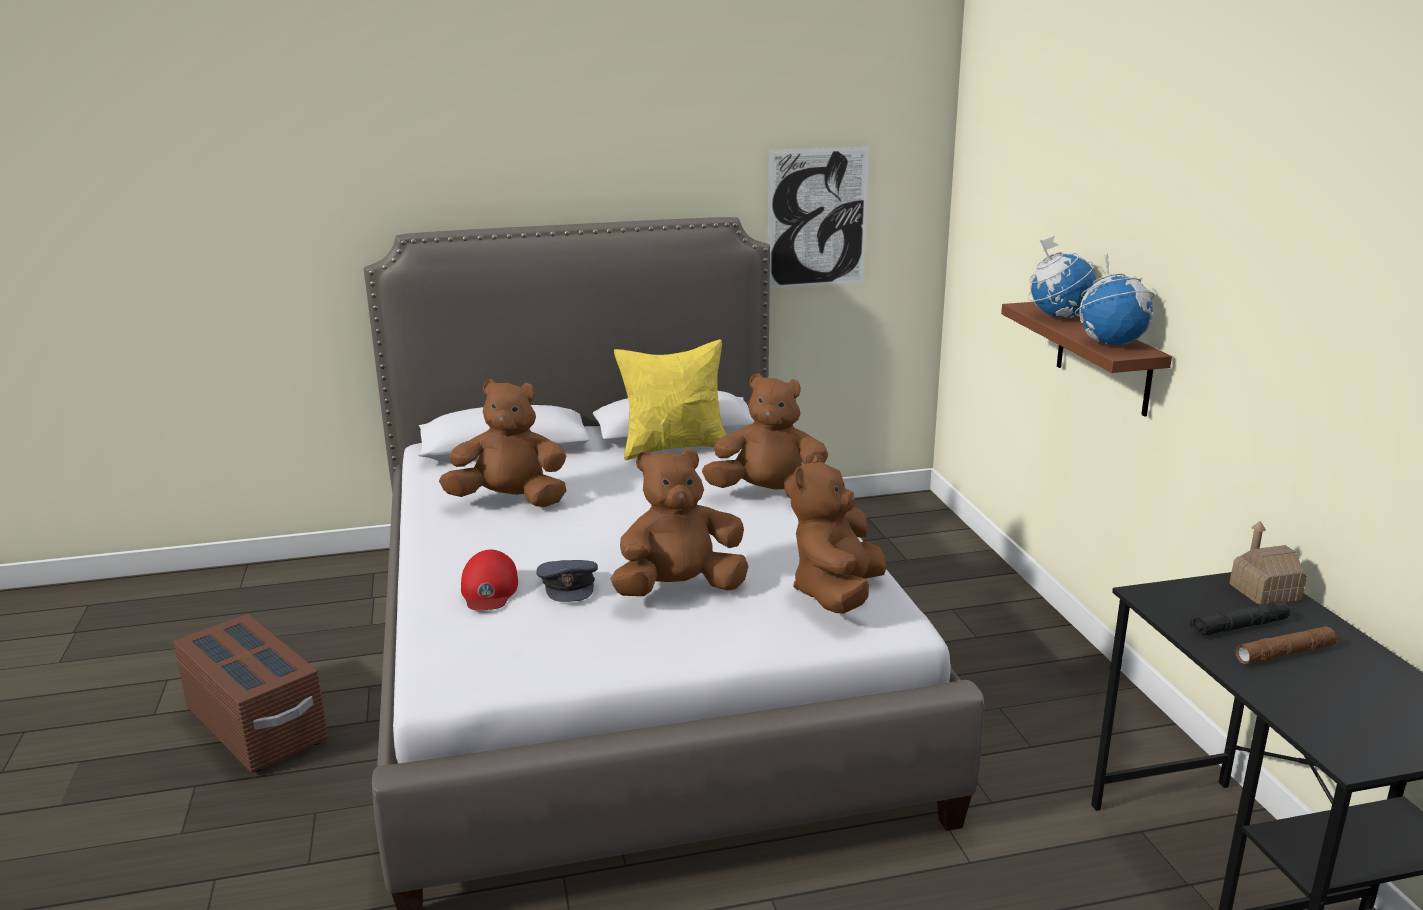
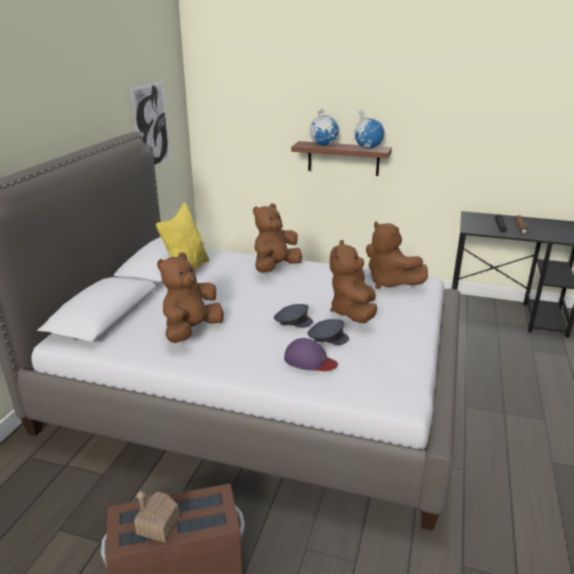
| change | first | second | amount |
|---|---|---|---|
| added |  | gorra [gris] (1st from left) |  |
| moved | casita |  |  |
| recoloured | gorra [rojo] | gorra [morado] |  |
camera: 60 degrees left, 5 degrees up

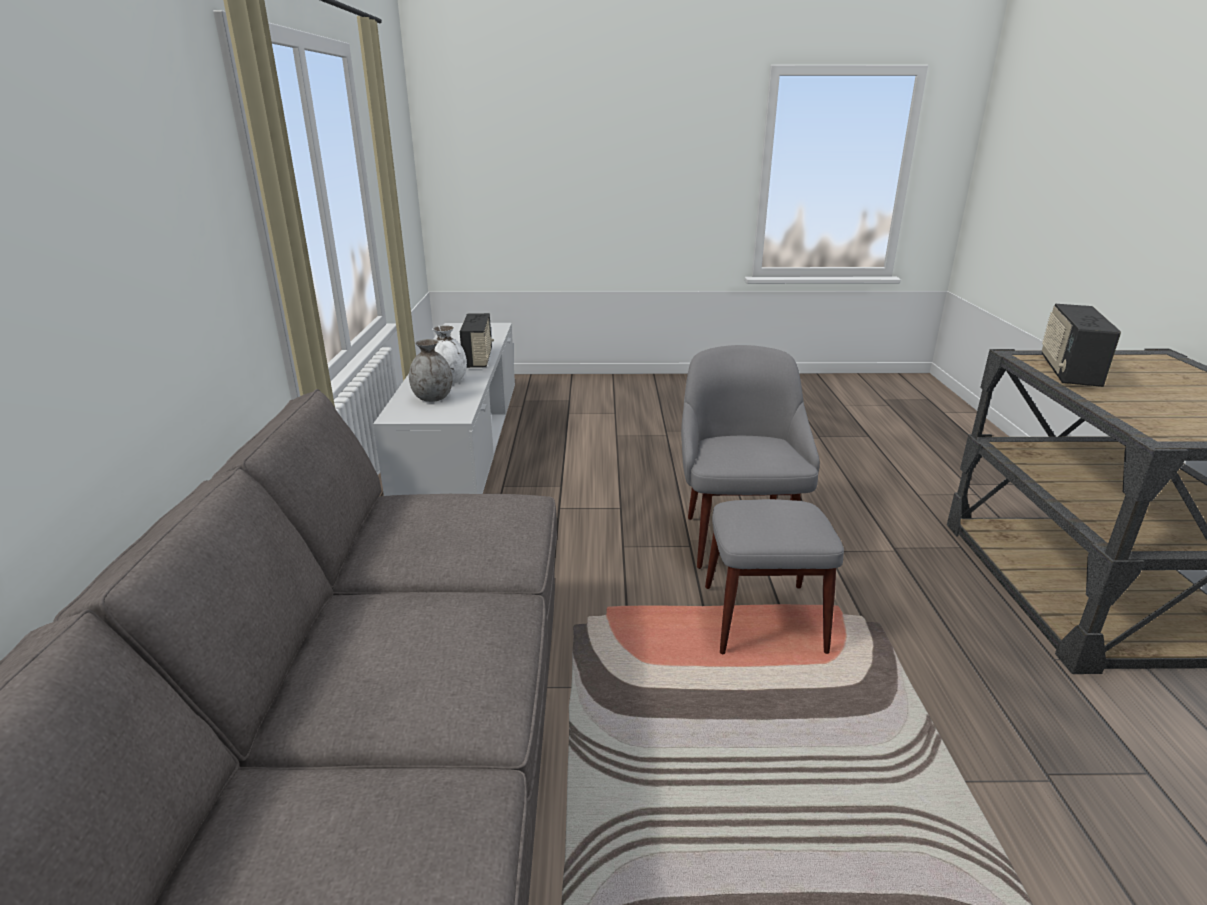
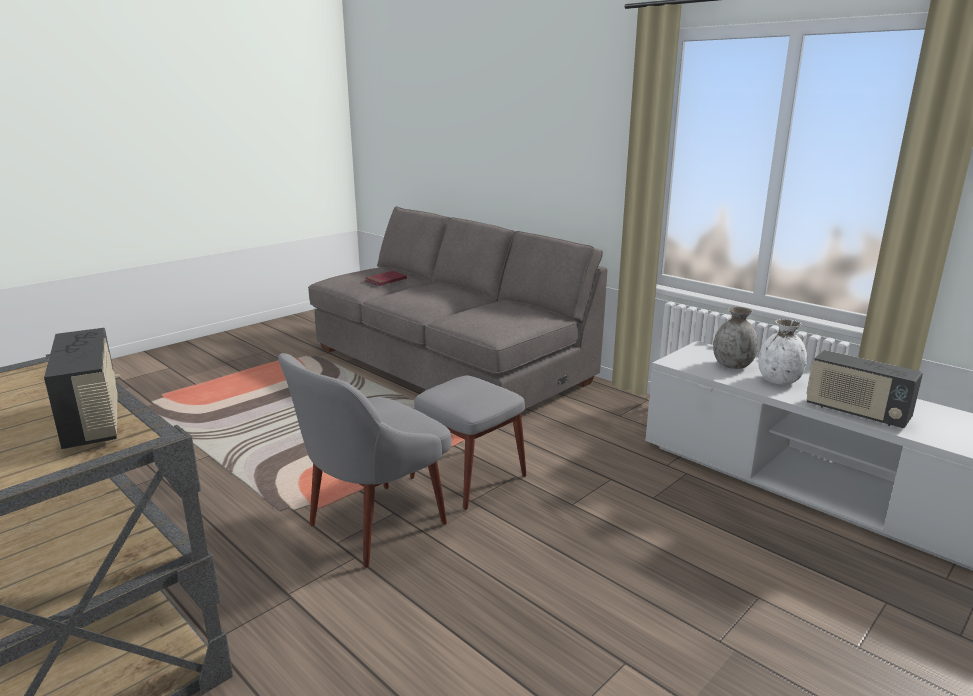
| change | first | second | amount |
|---|---|---|---|
| added |  | libro [rojo] |  |
| turned | sillón [gris] |  | 90 degrees clockwise |
camera: 135 degrees right, 5 degrees down

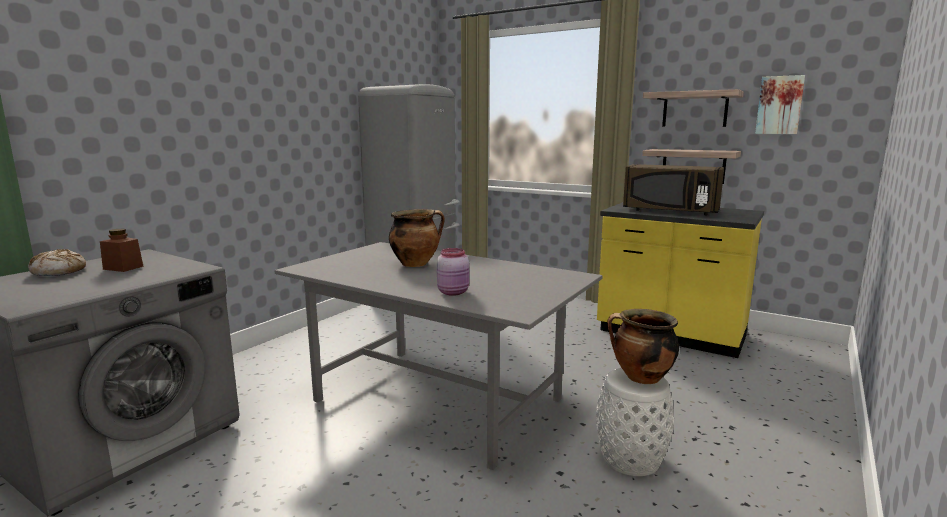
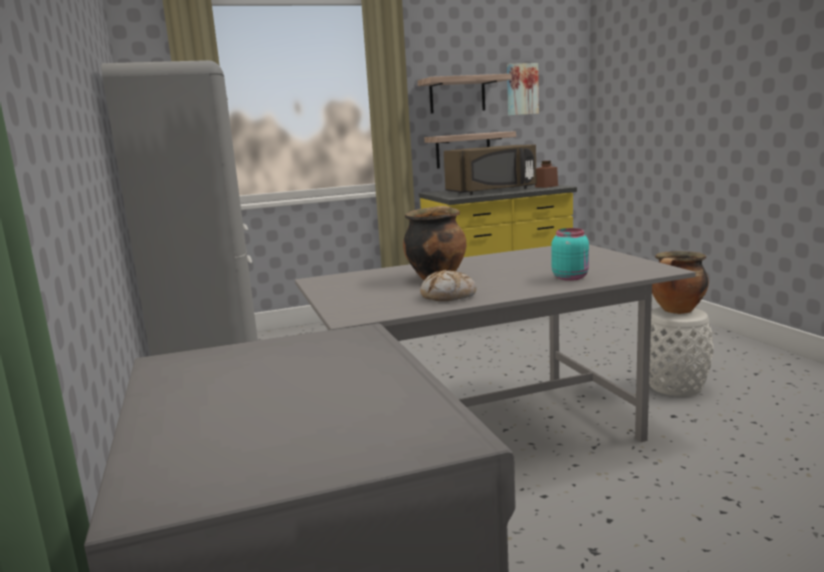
| change | first | second | amount |
|---|---|---|---|
| moved | pan |  |  |
| moved | tarro [marrón] |  |  |
| recoloured | tarro [rosa] | tarro [turquesa] |  |
camera: 50 degrees left, 0 degrees up

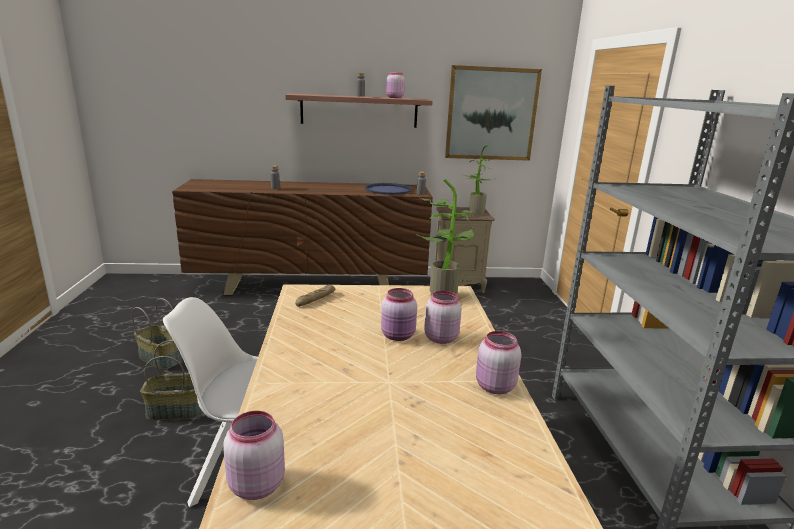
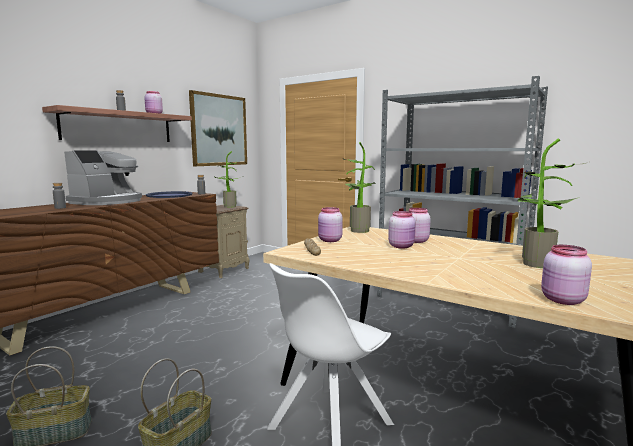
| change | first | second | amount |
|---|---|---|---|
| added |  | cafetera |  |
| added |  | planta en maceta (3rd from left) |  |
| moved | tarro [rosa] (5th from left in the first image) | tarro [rosa] (2nd from left) |  |
camera: 50 degrees left, 10 degrees down

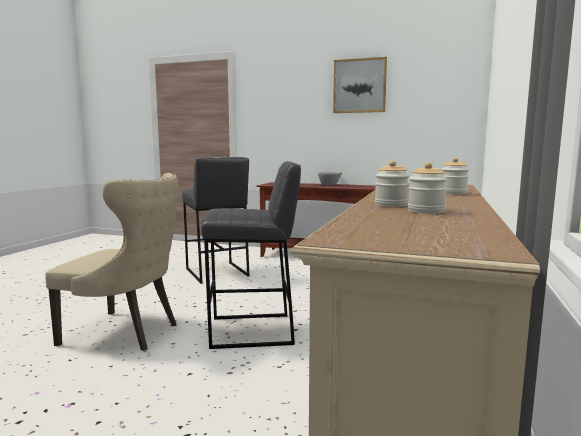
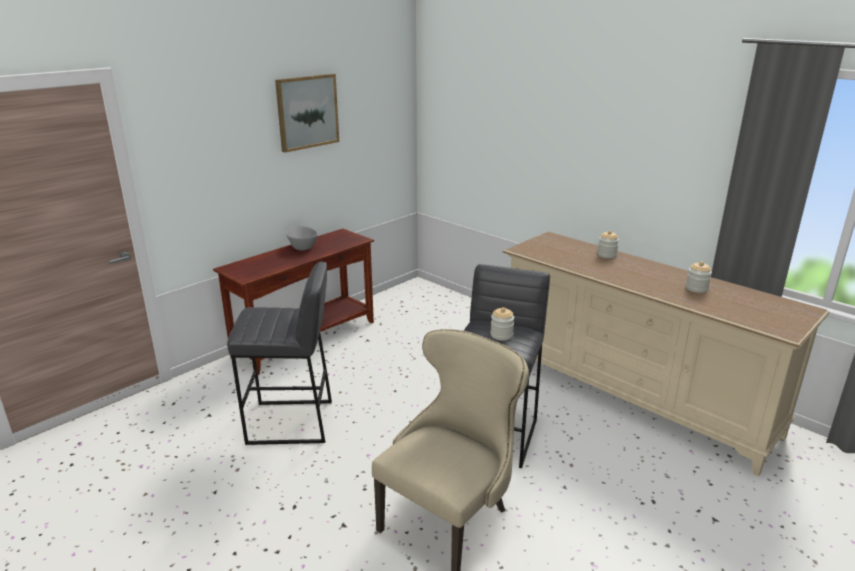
| change | first | second | amount |
|---|---|---|---|
| moved | tarro (1st from left) |  |  |
camera: 65 degrees left, 15 degrees up

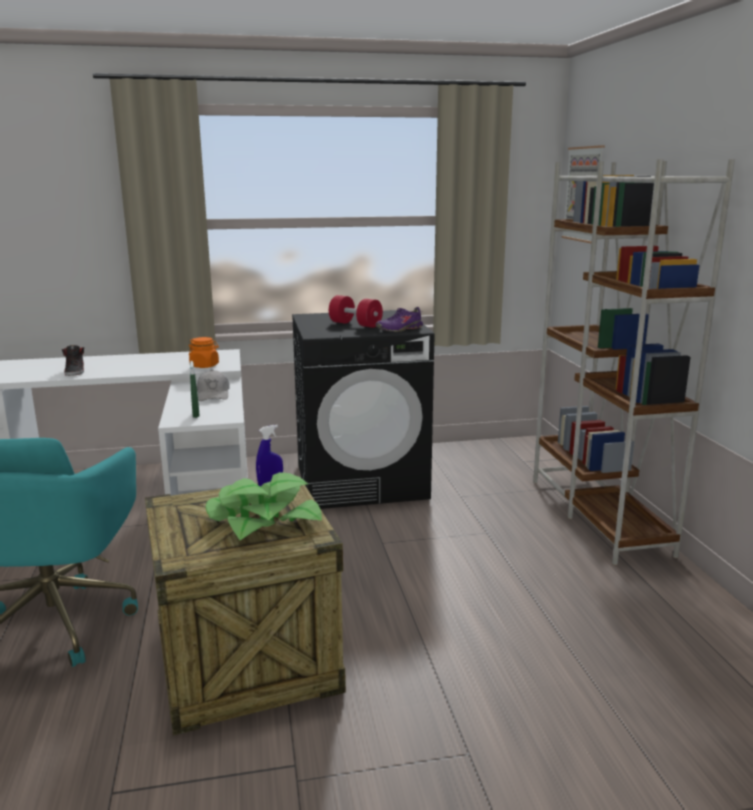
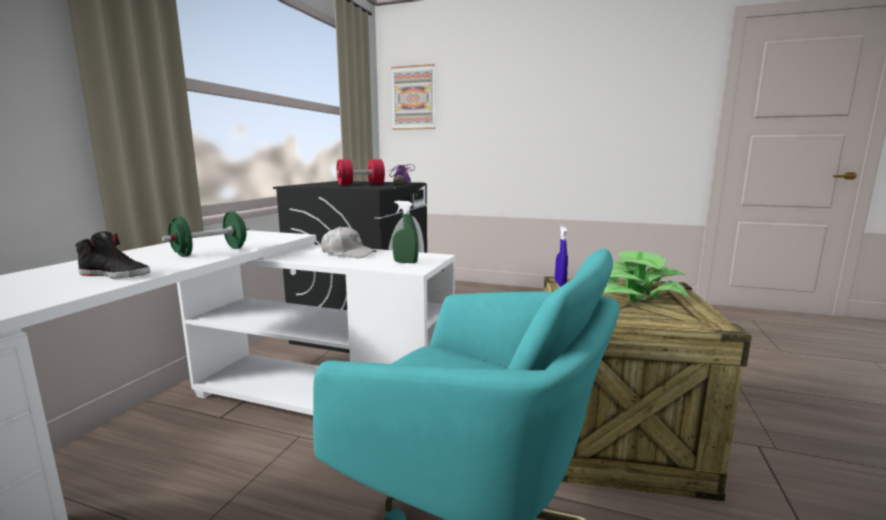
| change | first | second | amount |
|---|---|---|---|
| removed | tarro [naranja] |  |  |
| removed | estantería [marrón] |  |  |
| added |  | mancuerna [verde] |  |
camera: 60 degrees left, 5 degrees down

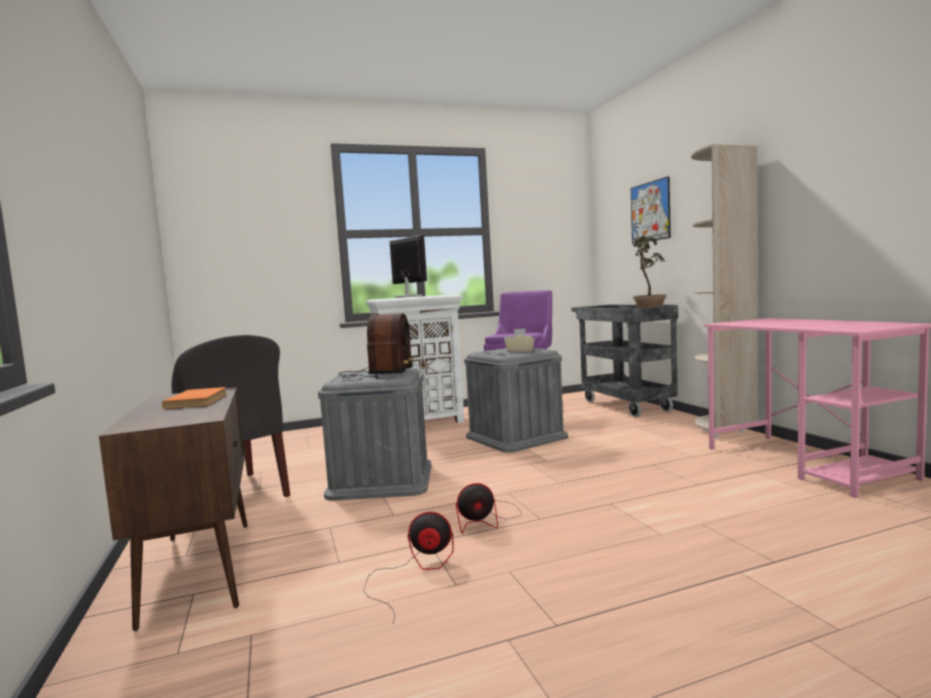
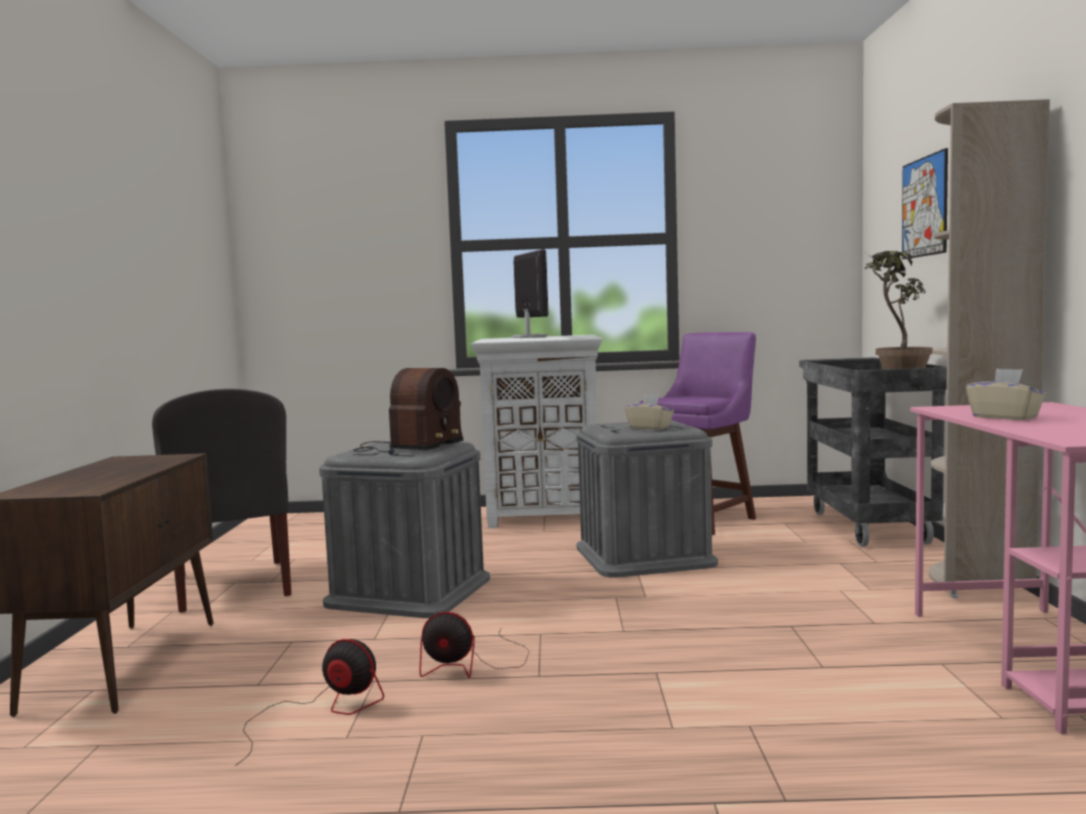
| change | first | second | amount |
|---|---|---|---|
| removed | libro [naranja] |  |  |
| added |  | caja de pañuelos [beis] (2nd from left) |  |
camera: 20 degrees right, 0 degrees up

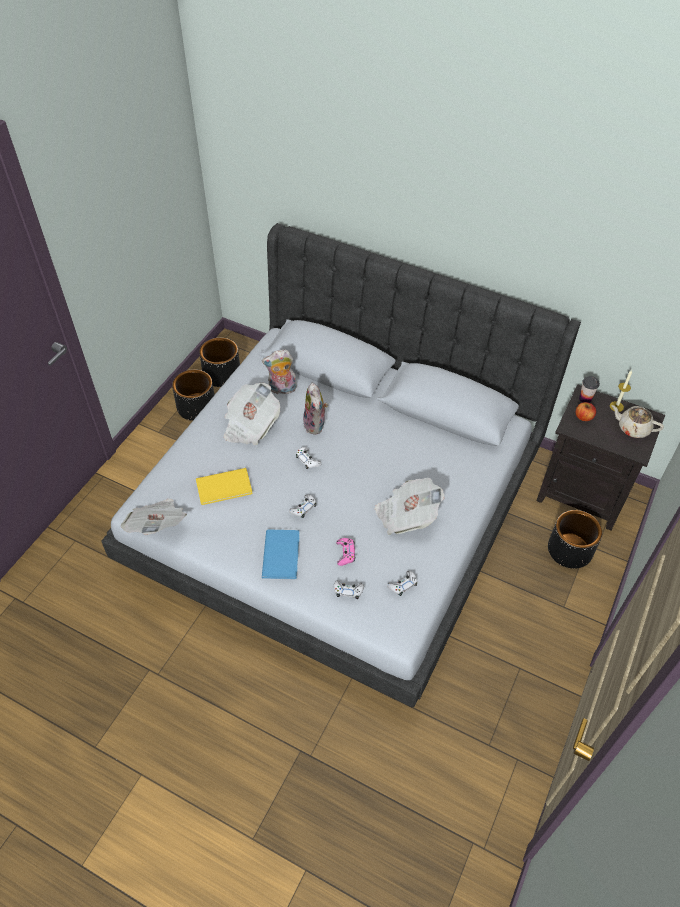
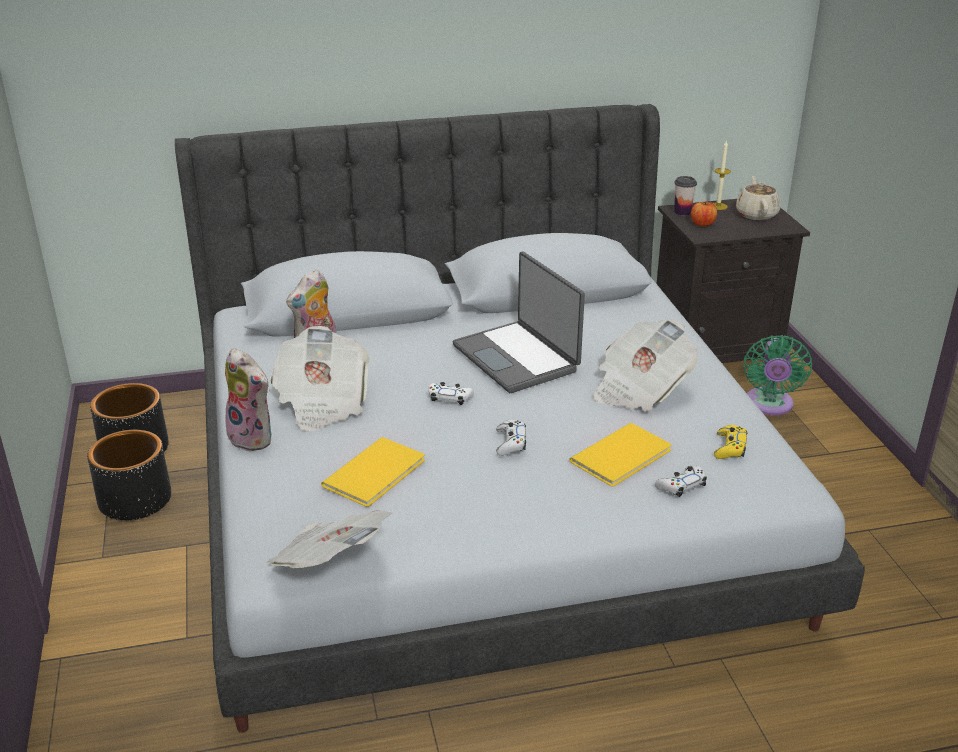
| change | first | second | amount |
|---|---|---|---|
| removed | libro [azul] |  |  |
| added |  | portátil |  |
| moved | peluche (2nd from left in the first image) | peluche (1st from left) |  |
| replaced | mando de consola [rosa] | libro [amarillo] (2nd from left) |  |
| replaced | maceta [negro] (3rd from left) | ventilador [verde] |  |
| recoloured | mando de consola [blanco] (4th from left) | mando de consola [amarillo] |  |
| turned | tetera [beis] |  | 105 degrees clockwise |
camera: 40 degrees left, 20 degrees down

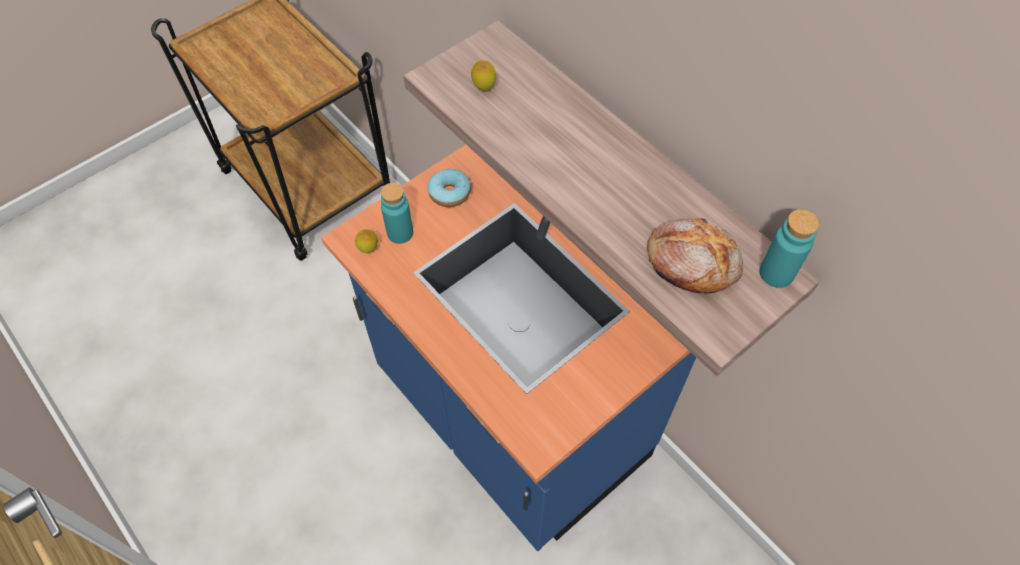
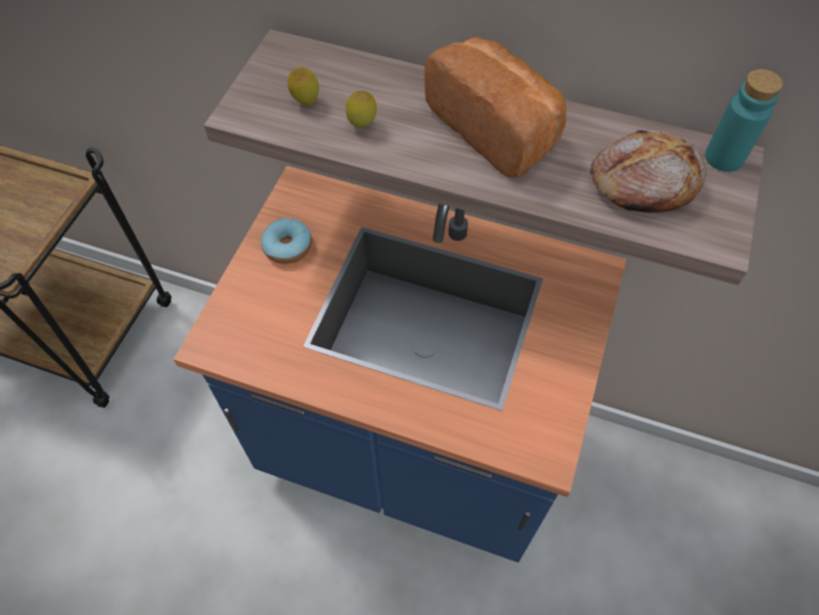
| change | first | second | amount |
|---|---|---|---|
| removed | botella [turquesa] (1st from left) |  |  |
| added |  | pan (1st from left) |  |
| moved | limón (1st from left in the first image) | limón (2nd from left) |  |
camera: 30 degrees left, 0 degrees up

